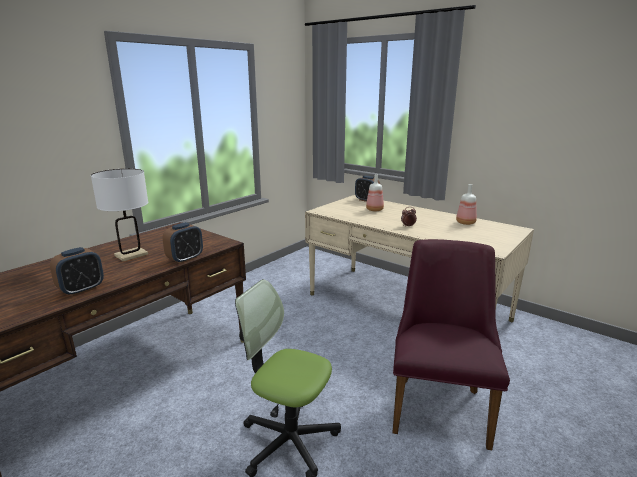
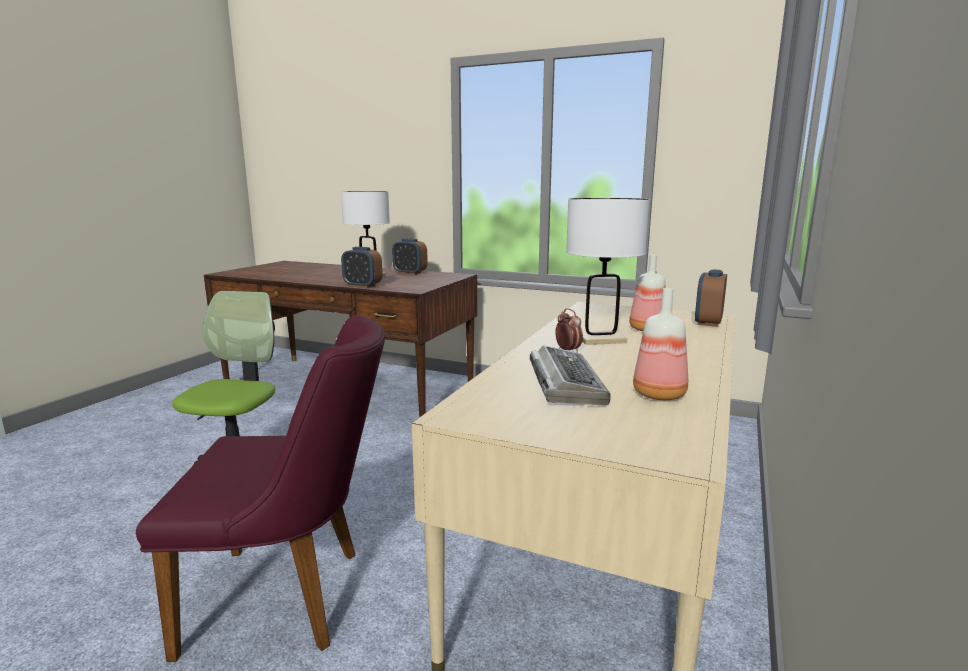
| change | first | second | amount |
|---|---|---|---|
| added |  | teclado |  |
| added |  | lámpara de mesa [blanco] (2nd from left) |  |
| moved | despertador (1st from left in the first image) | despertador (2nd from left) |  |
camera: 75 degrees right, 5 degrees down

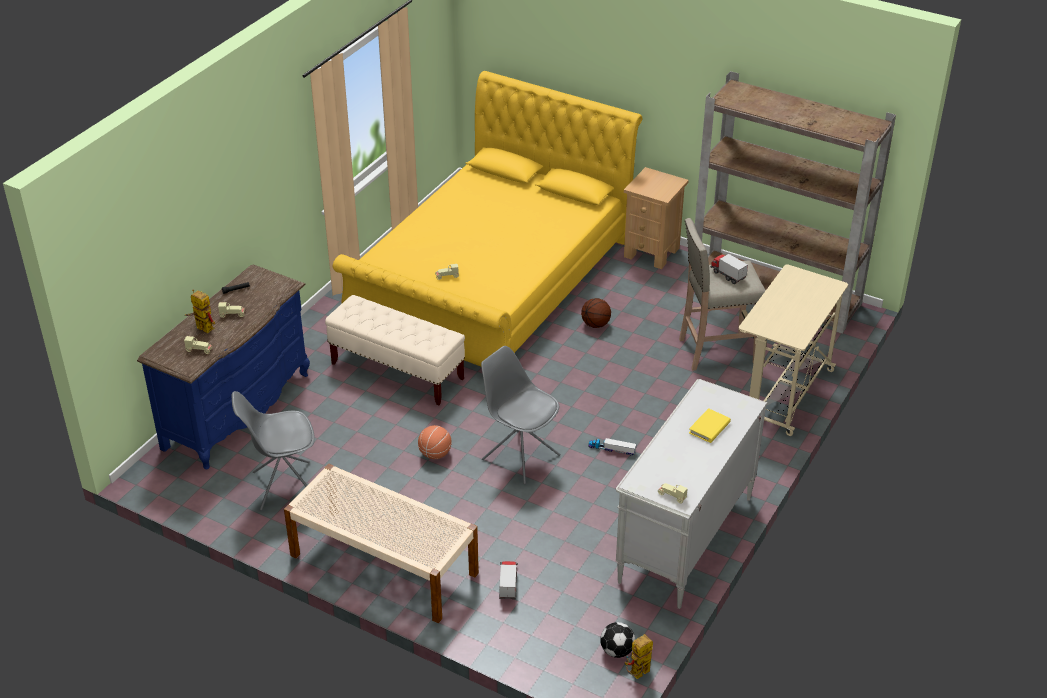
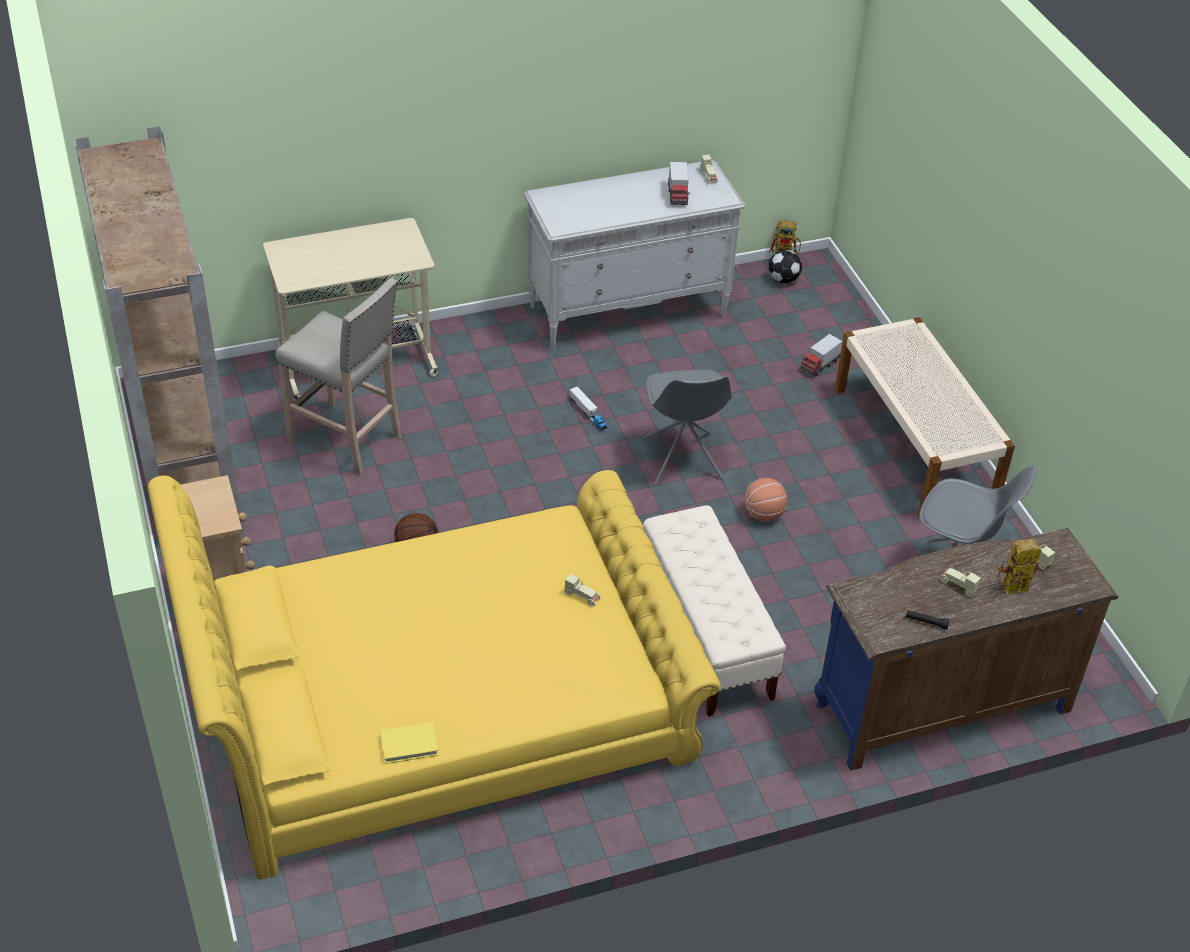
| change | first | second | amount |
|---|---|---|---|
| moved | libro [amarillo] |  |  |
| moved | camión de juguete (3rd from left in the first image) | camión de juguete (2nd from left) |  |
| turned | robot de juguete (1st from left in the first image) | robot de juguete (2nd from left) | 90 degrees clockwise |
camera: 140 degrees left, 5 degrees up

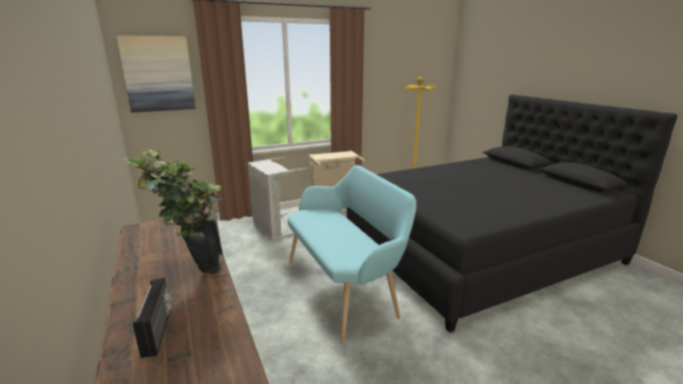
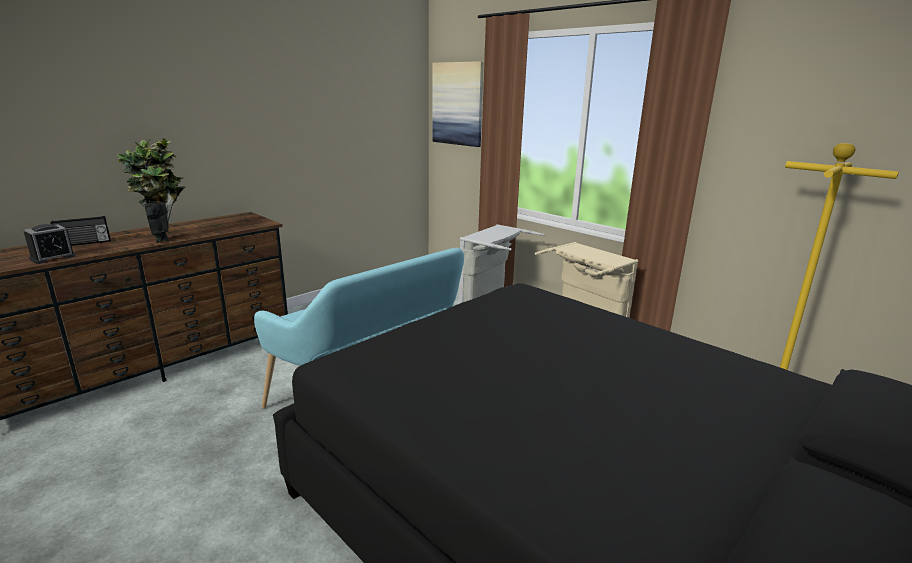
| change | first | second | amount |
|---|---|---|---|
| added |  | despertador |  |
camera: 70 degrees right, 0 degrees up

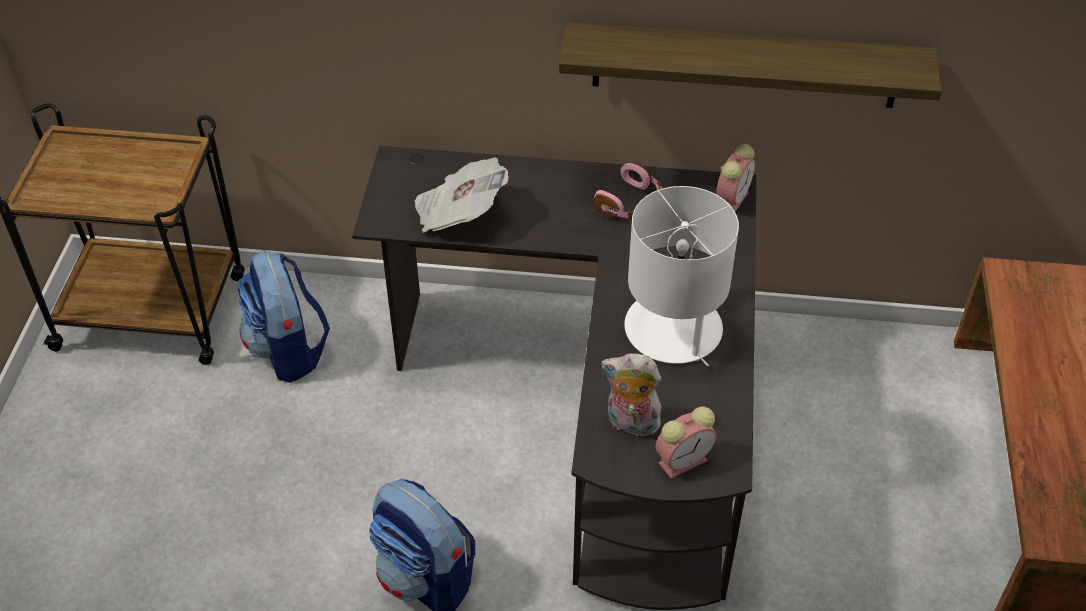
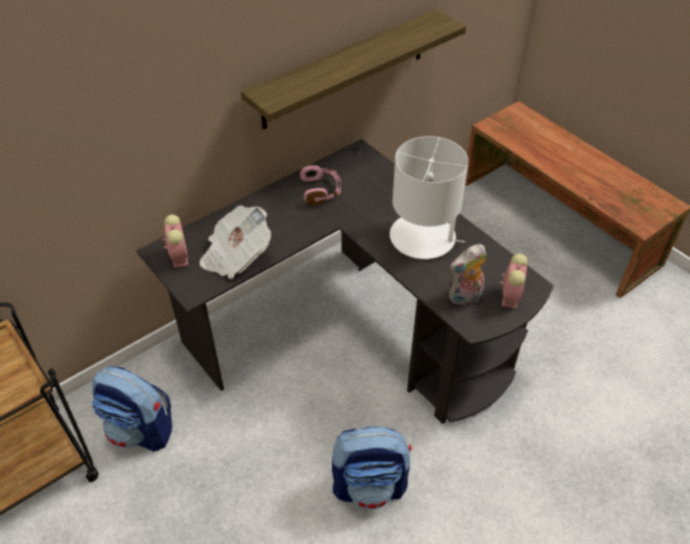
| change | first | second | amount |
|---|---|---|---|
| moved | despertador (2nd from left in the first image) | despertador (1st from left) |  |
camera: 45 degrees left, 0 degrees up

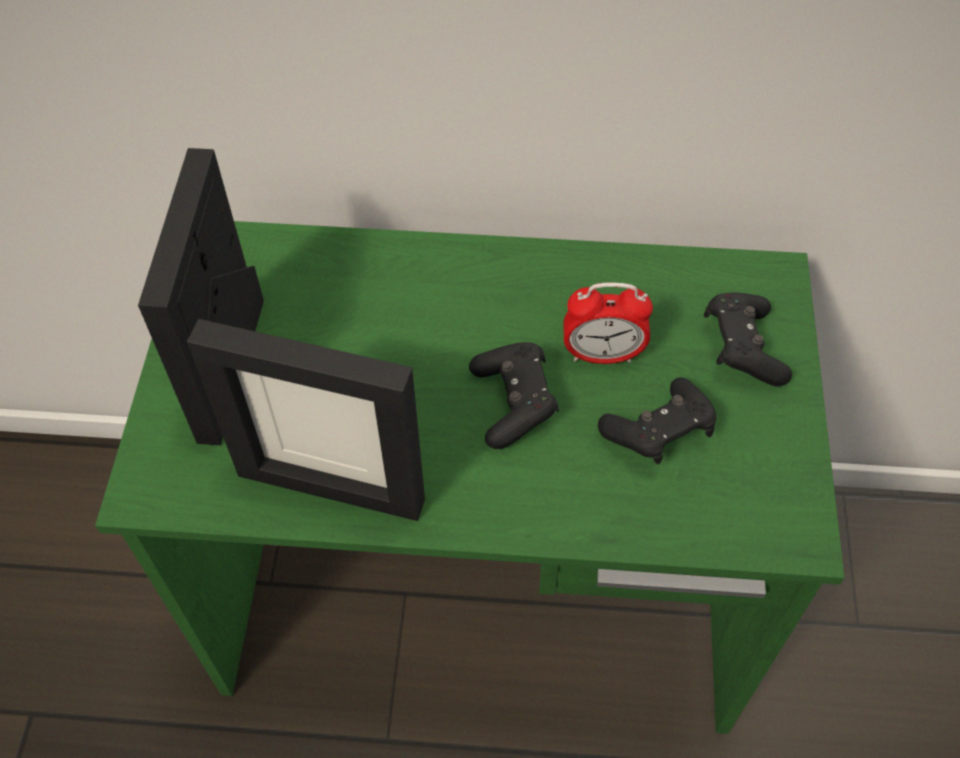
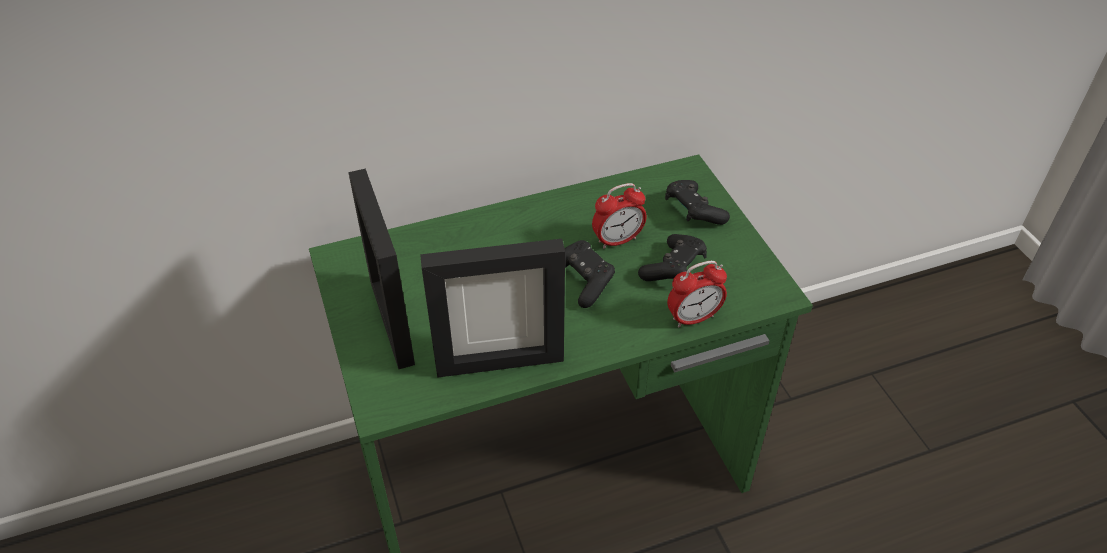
| change | first | second | amount |
|---|---|---|---|
| added |  | despertador (2nd from left) |  |
camera: 25 degrees left, 10 degrees down

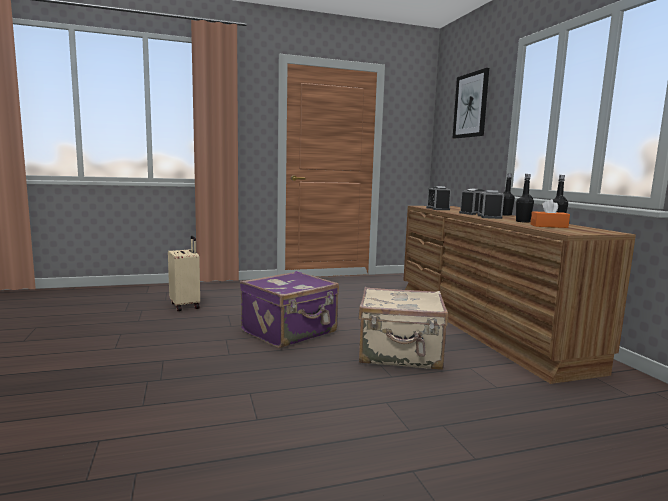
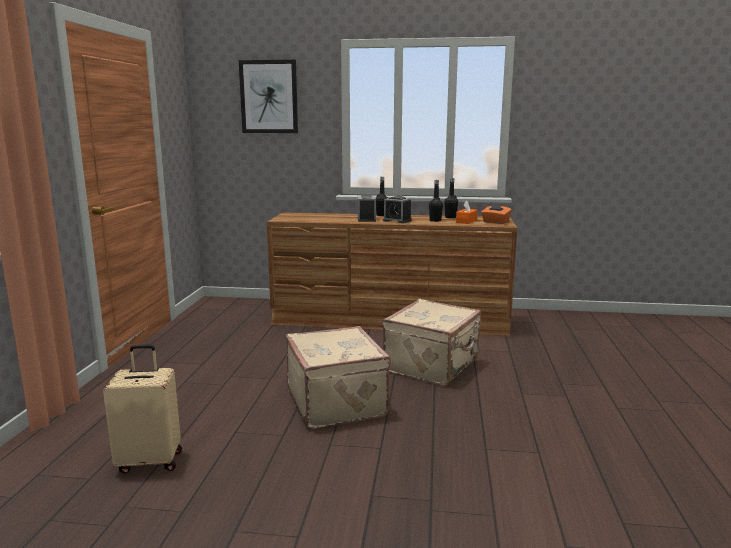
| change | first | second | amount |
|---|---|---|---|
| removed | despertador (1st from left) |  |  |
| added |  | caja de pañuelos [naranja] (2nd from left) |  |
| recoloured | maleta [morado] | maleta [beis] (2nd from left) |  |
camera: 65 degrees left, 5 degrees up

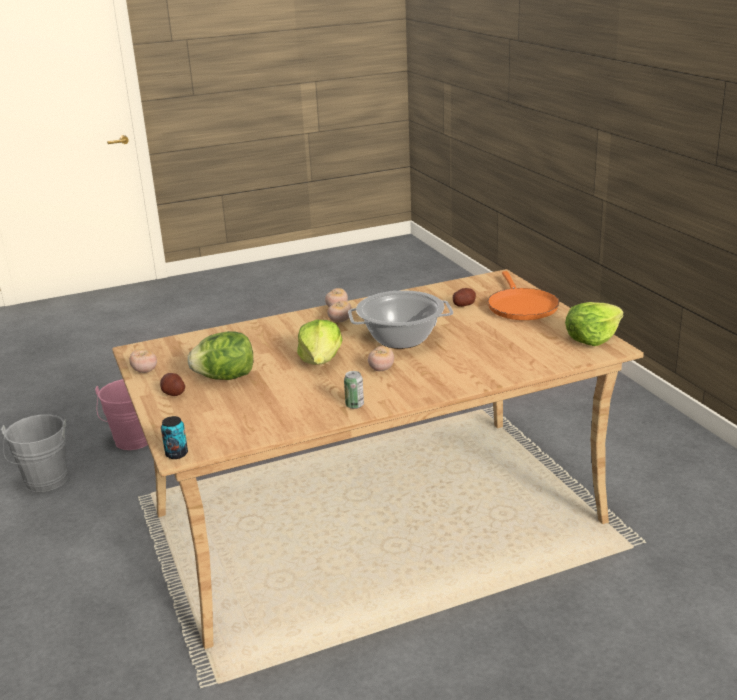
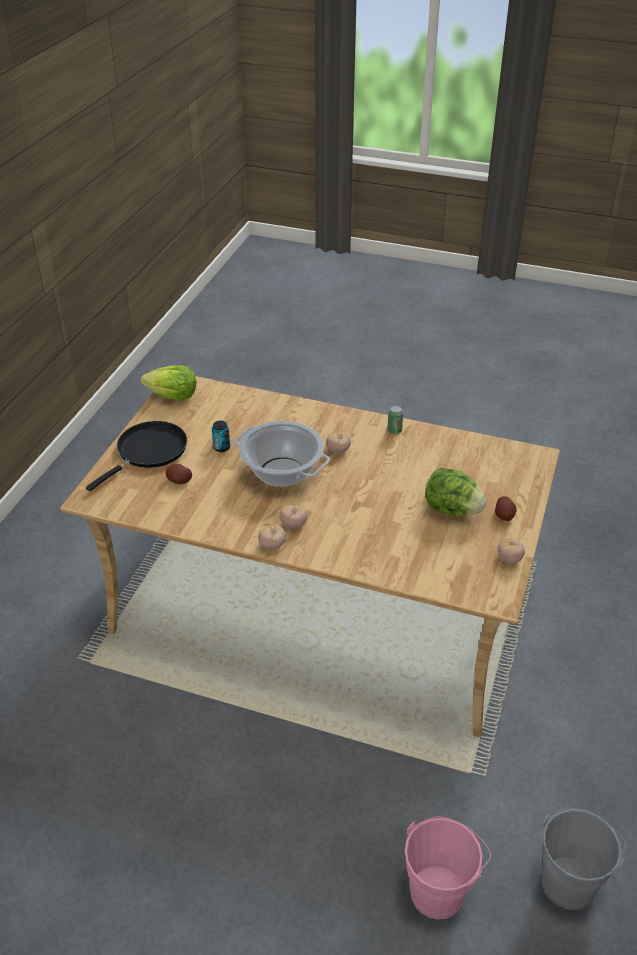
| change | first | second | amount |
|---|---|---|---|
| removed | lechuga (2nd from left) |  |  |
| moved | lata (1st from left) |  |  |
| recoloured | sartén [naranja] | sartén [negro] |  |
camera: 140 degrees left, 15 degrees up

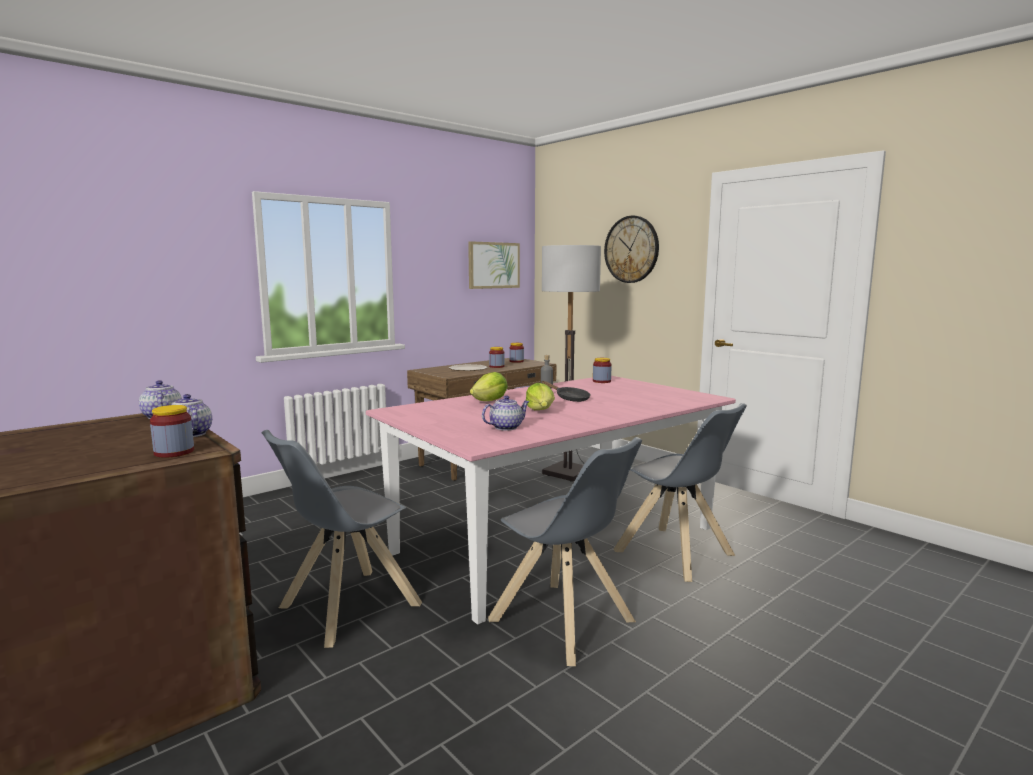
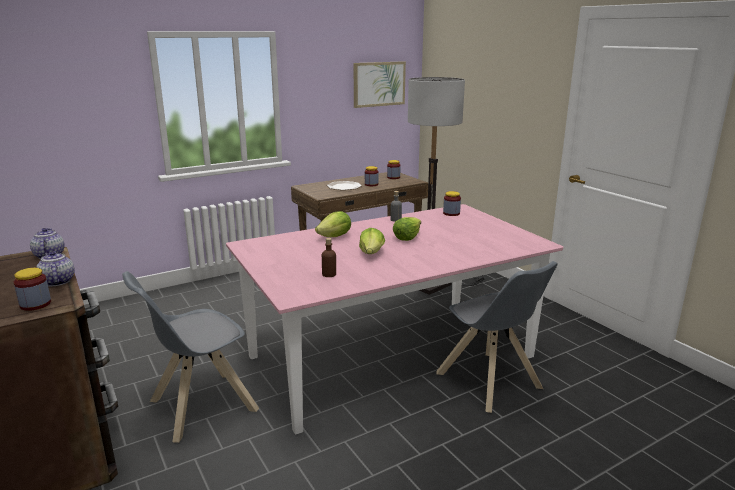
| change | first | second | amount |
|---|---|---|---|
| removed | silla [gris] (2nd from left) |  |  |
| removed | reloj de pared |  |  |
| replaced | tetera (3rd from left) | botella [marrón] |  |
| replaced | sartén [negro] | lechuga (3rd from left) |  |
camera: 10 degrees right, 10 degrees up

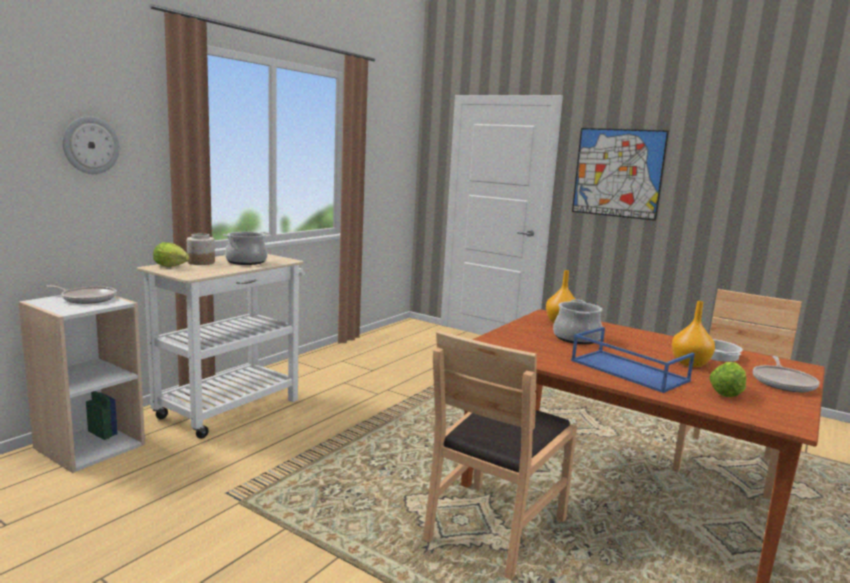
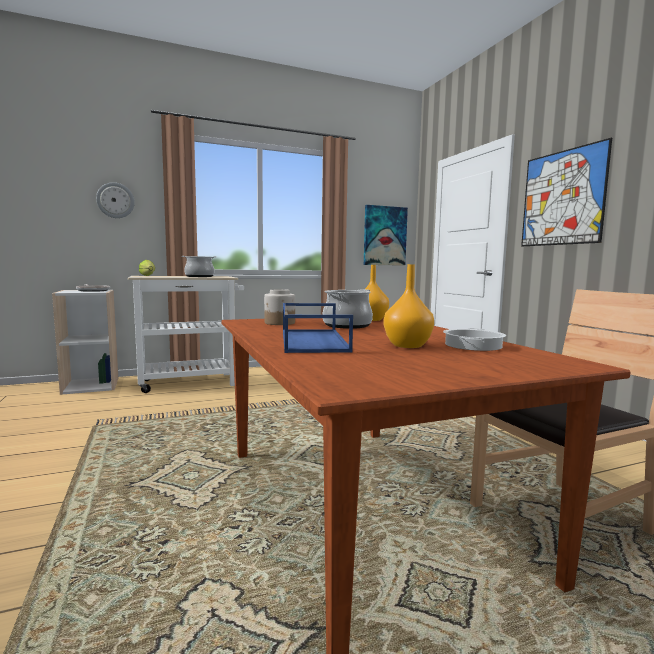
| change | first | second | amount |
|---|---|---|---|
| removed | silla [marrón] (1st from left) |  |  |
| removed | lechuga (2nd from left) |  |  |
| removed | sartén (2nd from left) |  |  |
| added |  | cuadro (1st from left) |  |
| moved | tarro |  |  |
camera: 35 degrees right, 5 degrees down

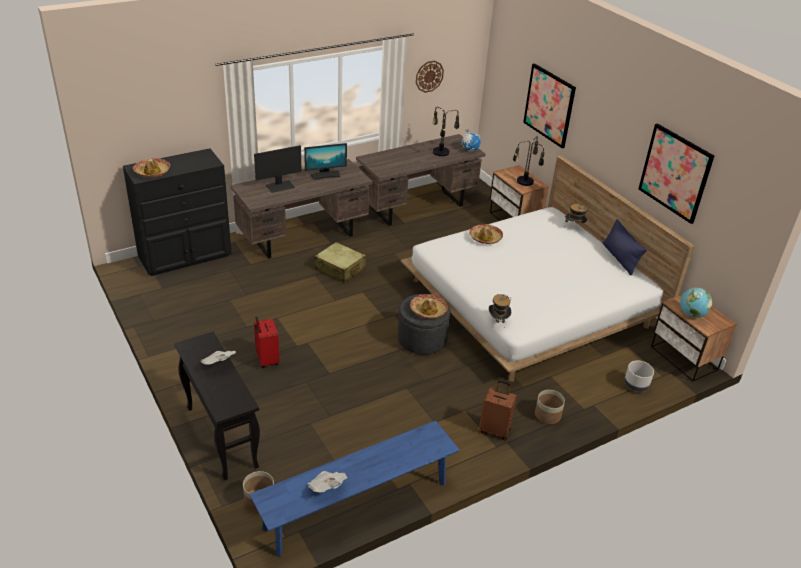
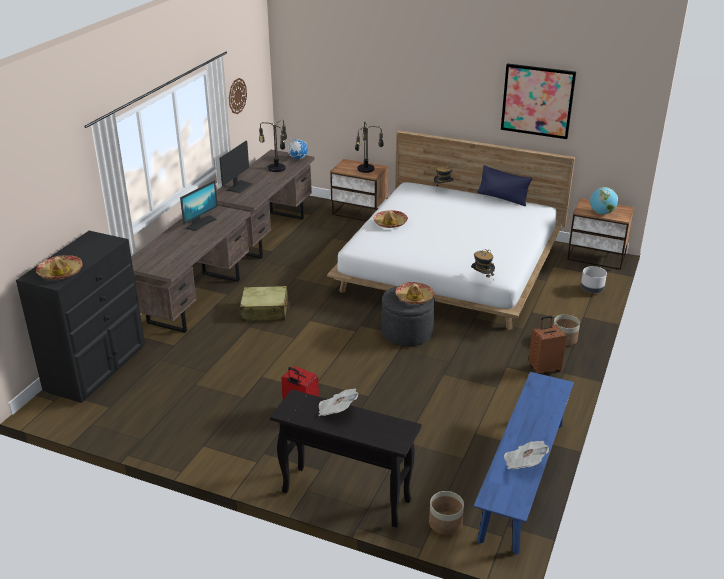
| change | first | second | amount |
|---|---|---|---|
| removed | cuadro (1st from left) |  |  |
| moved | monitor (1st from left in the first image) | monitor (2nd from left) |  |
camera: 35 degrees left, 5 degrees down

